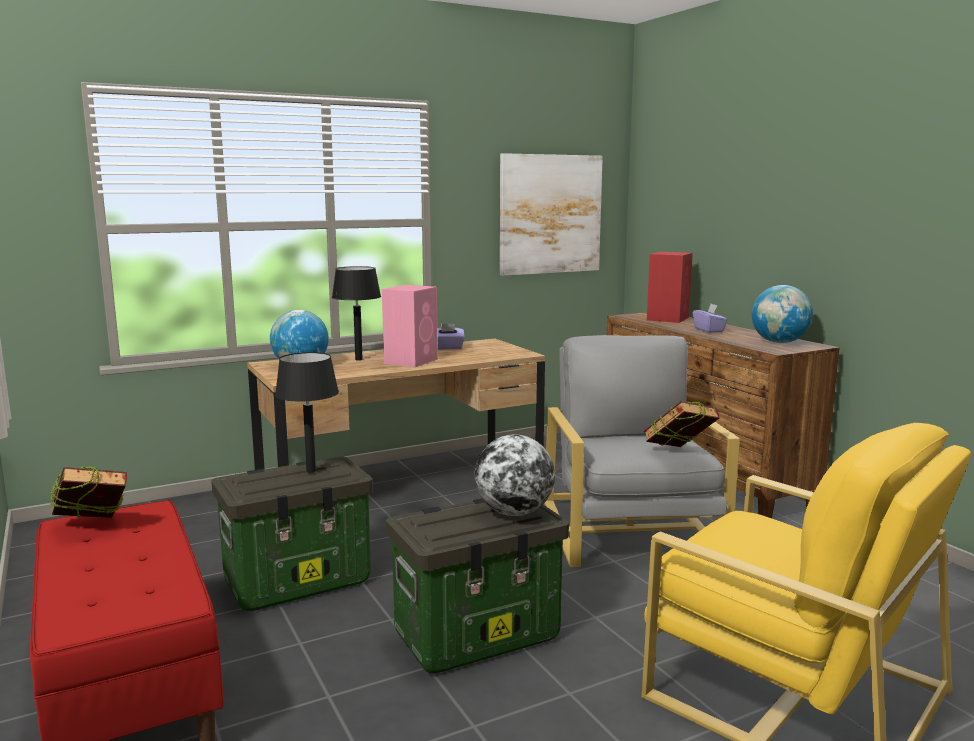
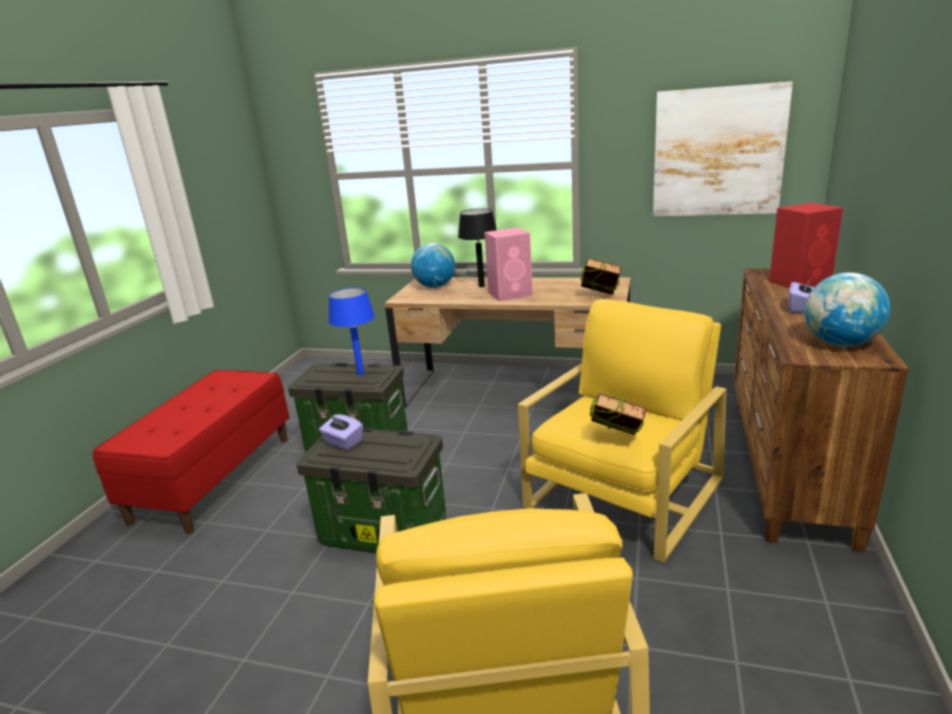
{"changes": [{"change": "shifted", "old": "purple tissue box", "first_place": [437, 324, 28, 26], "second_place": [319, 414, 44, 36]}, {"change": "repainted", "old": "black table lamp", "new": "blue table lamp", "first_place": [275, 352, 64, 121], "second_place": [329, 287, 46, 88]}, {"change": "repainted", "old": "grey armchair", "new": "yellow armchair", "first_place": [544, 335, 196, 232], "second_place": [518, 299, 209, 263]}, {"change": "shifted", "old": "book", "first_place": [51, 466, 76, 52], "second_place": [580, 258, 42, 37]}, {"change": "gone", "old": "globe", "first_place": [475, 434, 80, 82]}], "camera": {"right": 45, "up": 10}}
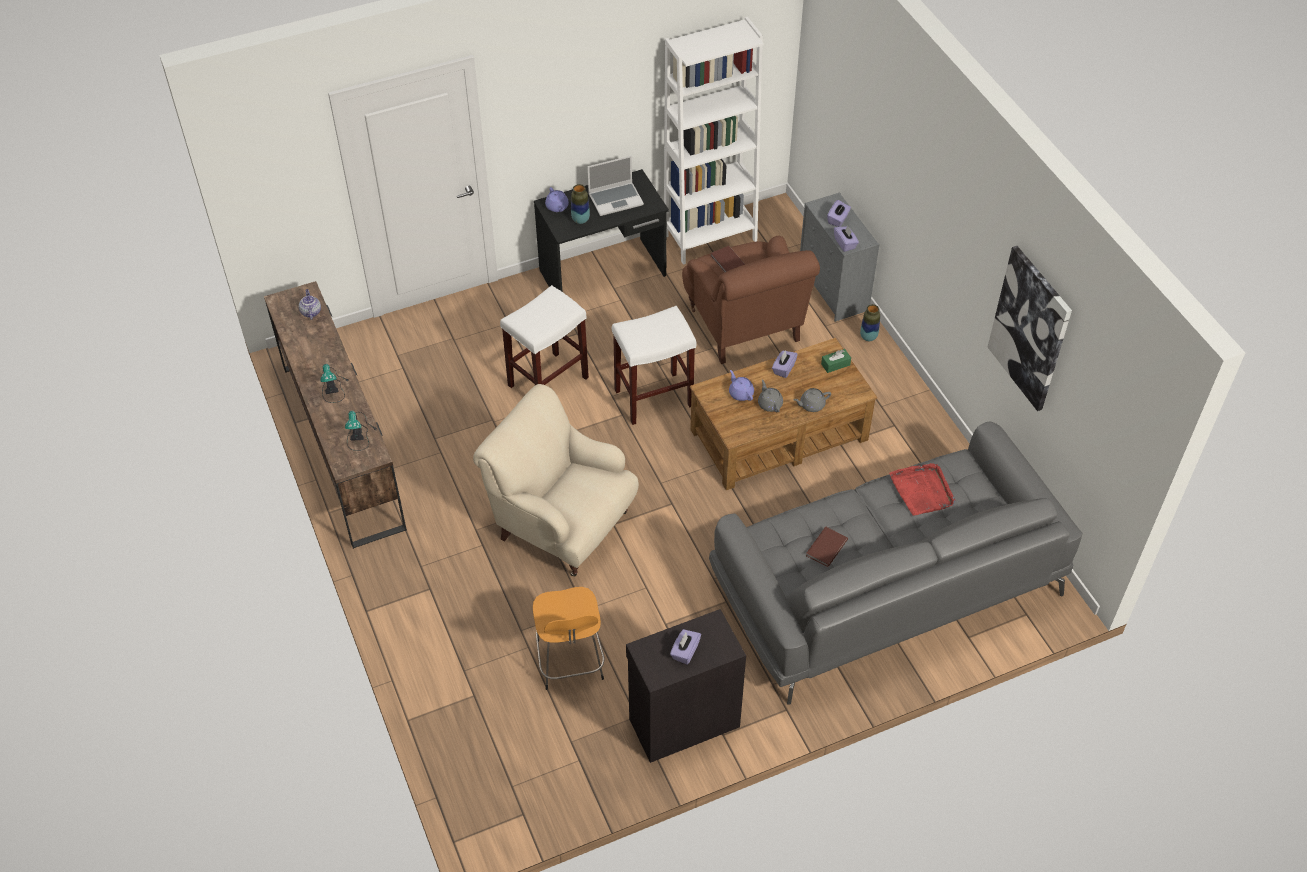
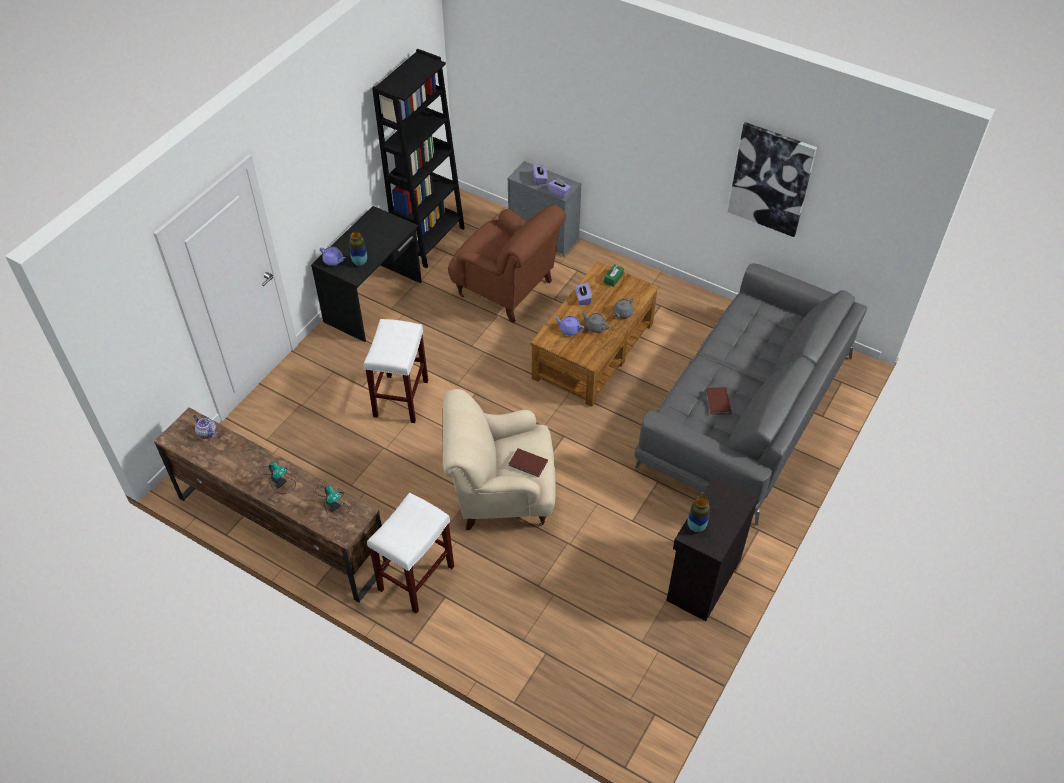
{"changes": [{"change": "shifted", "old": "white stool", "first_place": [612, 306, 84, 119], "second_place": [367, 493, 87, 121]}, {"change": "repainted", "old": "white bookcase", "new": "black bookcase", "first_place": [664, 17, 100, 248], "second_place": [372, 49, 93, 219]}, {"change": "shifted", "old": "brown book", "first_place": [711, 246, 34, 27], "second_place": [509, 448, 39, 29]}, {"change": "shifted", "old": "vase", "first_place": [860, 304, 20, 37], "second_place": [687, 496, 23, 36]}, {"change": "gone", "old": "orange stool", "first_place": [533, 587, 71, 103]}, {"change": "gone", "old": "laptop", "first_place": [587, 156, 57, 60]}, {"change": "gone", "old": "purple tissue box", "first_place": [670, 629, 31, 36]}, {"change": "gone", "old": "red tray", "first_place": [889, 463, 66, 53]}], "camera": {"right": -35, "up": 0}}
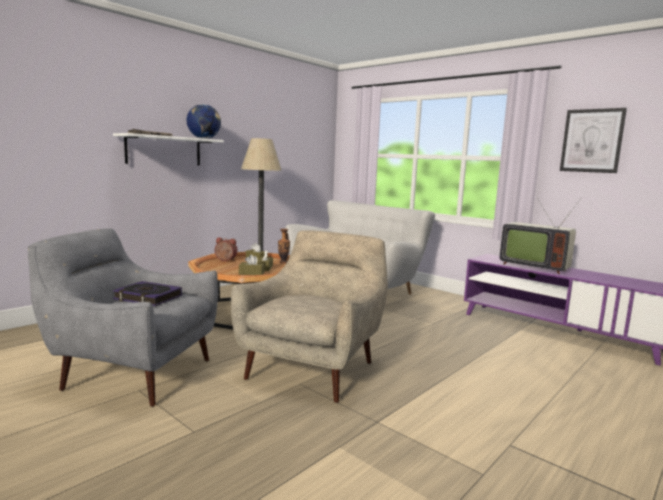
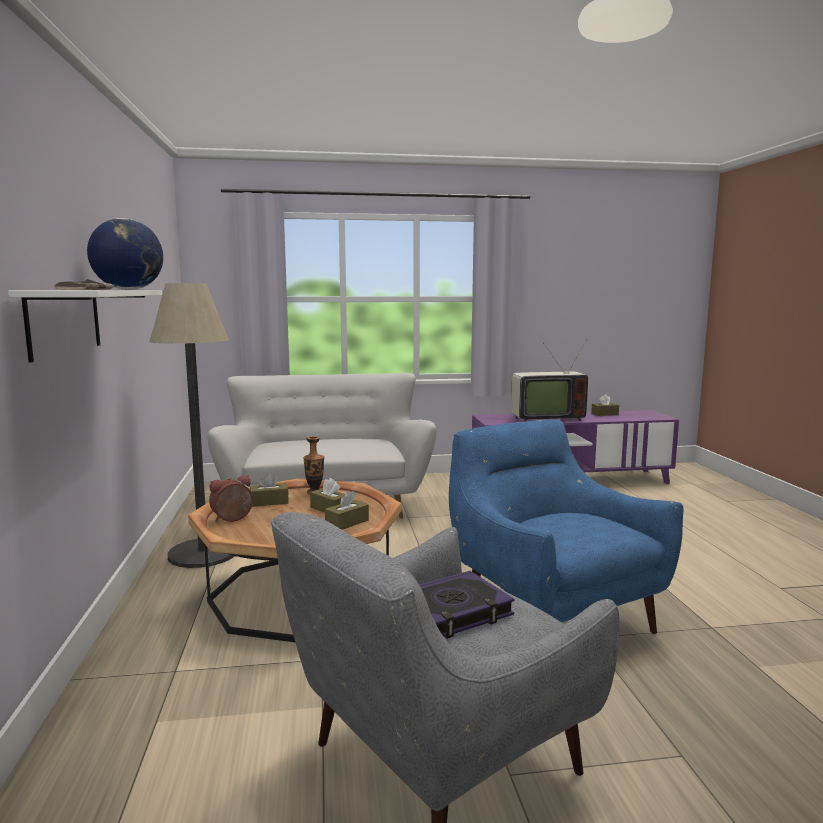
{"changes": [{"change": "repainted", "old": "beige armchair", "new": "blue armchair", "first_place": [231, 230, 157, 173], "second_place": [449, 420, 234, 214]}, {"change": "new", "new": "brown tissue box", "second_place": [591, 394, 28, 22]}, {"change": "gone", "old": "picture", "first_place": [560, 108, 67, 65]}], "camera": {"right": -50, "up": 0}}
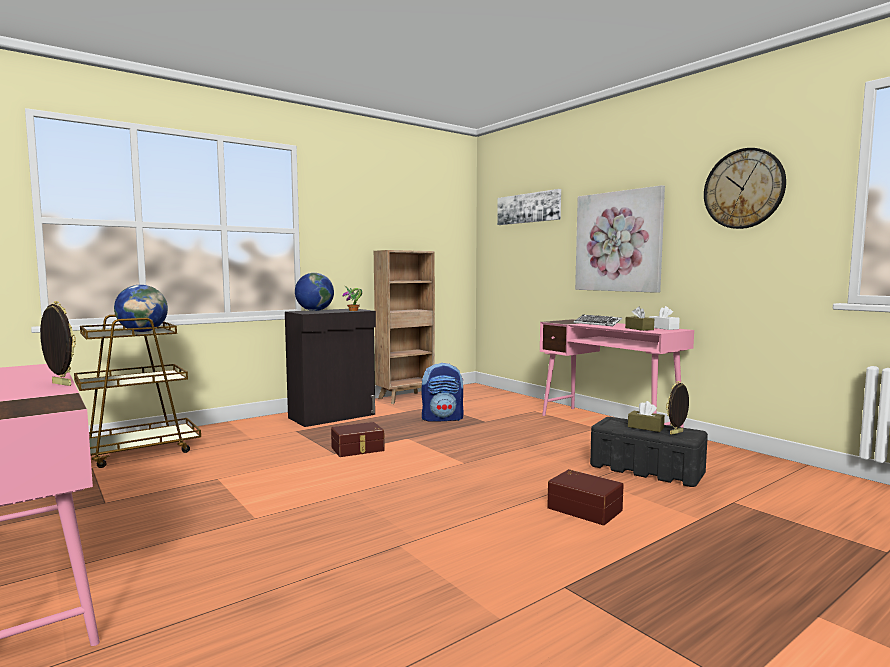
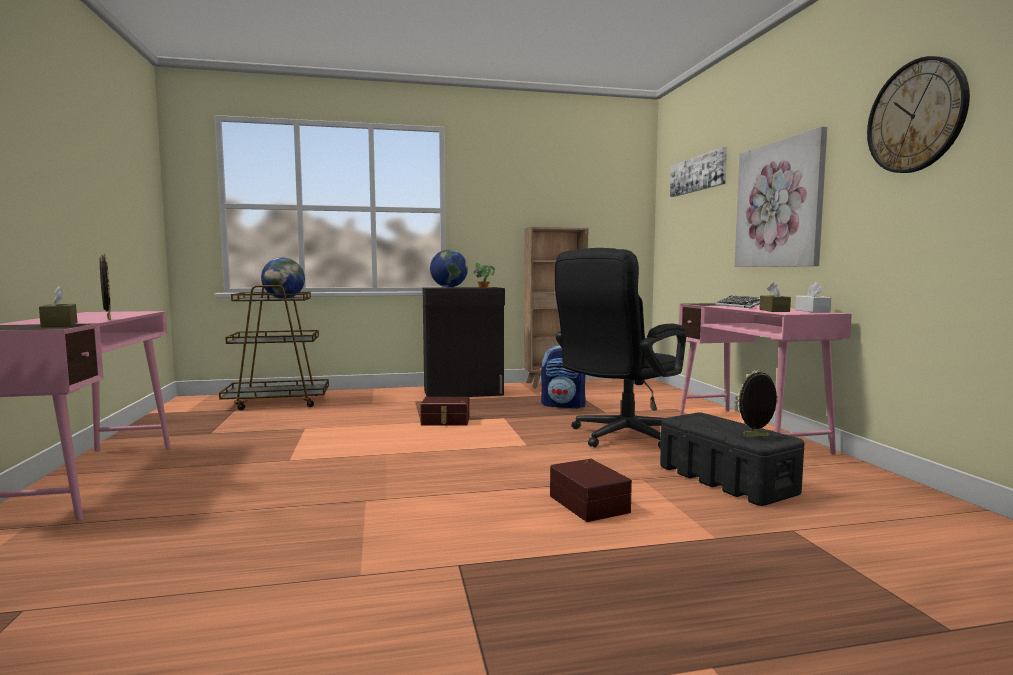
{"changes": [{"change": "shifted", "old": "brown tissue box", "first_place": [628, 401, 37, 31], "second_place": [39, 286, 38, 41]}, {"change": "new", "new": "black office chair", "second_place": [555, 248, 131, 201]}], "camera": {"right": 25, "up": 0}}
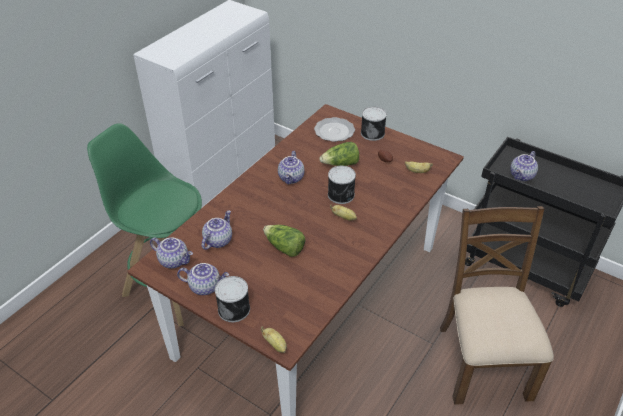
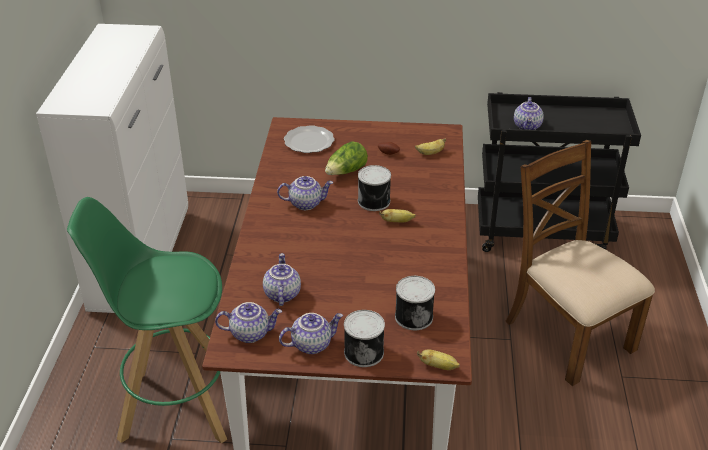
{"changes": [{"change": "rotated", "old": "teapot", "first_place": [278, 151, 26, 34], "second_place": [277, 176, 56, 34], "degrees": -75}, {"change": "shifted", "old": "can", "first_place": [361, 107, 26, 34], "second_place": [395, 276, 40, 54]}, {"change": "gone", "old": "lettuce", "first_place": [263, 225, 42, 32]}], "camera": {"right": -30, "up": -5}}
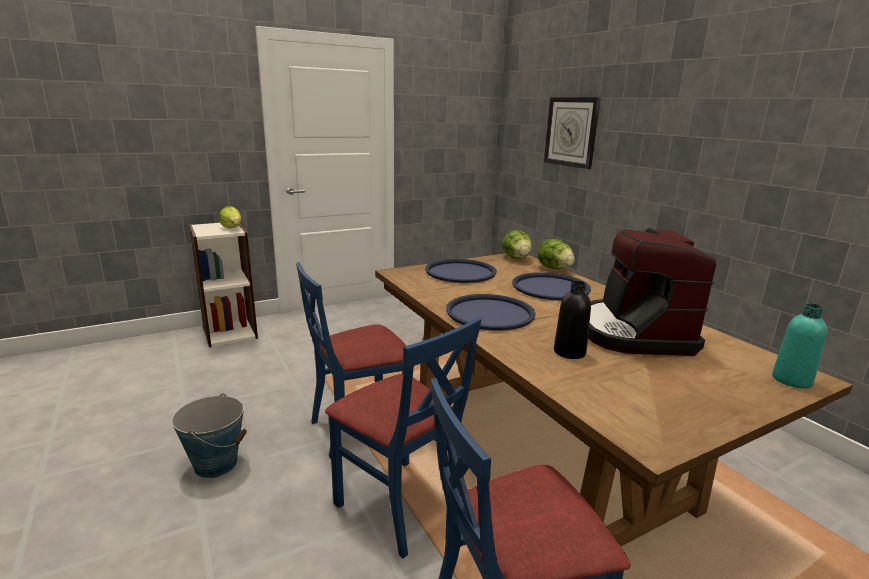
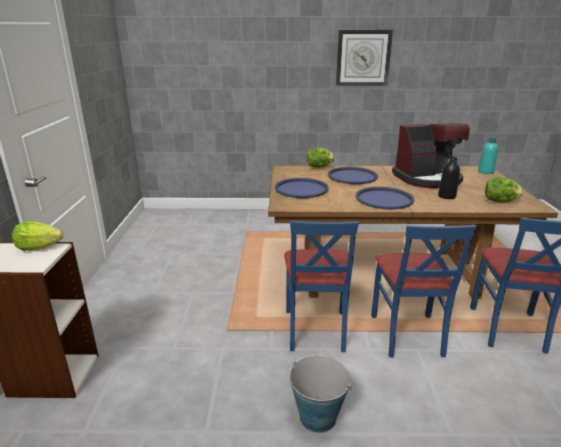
{"changes": [{"change": "shifted", "old": "wall clock", "first_place": [544, 97, 57, 72], "second_place": [336, 30, 57, 56]}, {"change": "rotated", "old": "blue chair", "first_place": [325, 317, 157, 242], "second_place": [371, 225, 106, 133], "degrees": 105}, {"change": "rotated", "old": "coffee machine", "first_place": [588, 228, 128, 128], "second_place": [392, 123, 78, 65], "degrees": -45}, {"change": "shifted", "old": "lettuce", "first_place": [502, 230, 30, 29], "second_place": [485, 177, 38, 25]}], "camera": {"right": -60, "up": 5}}
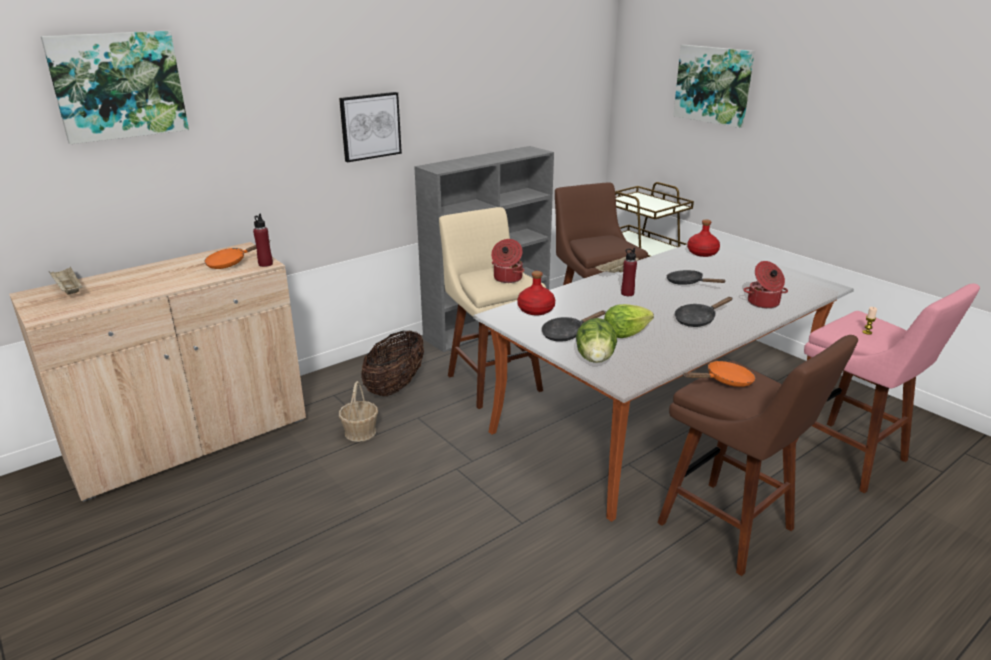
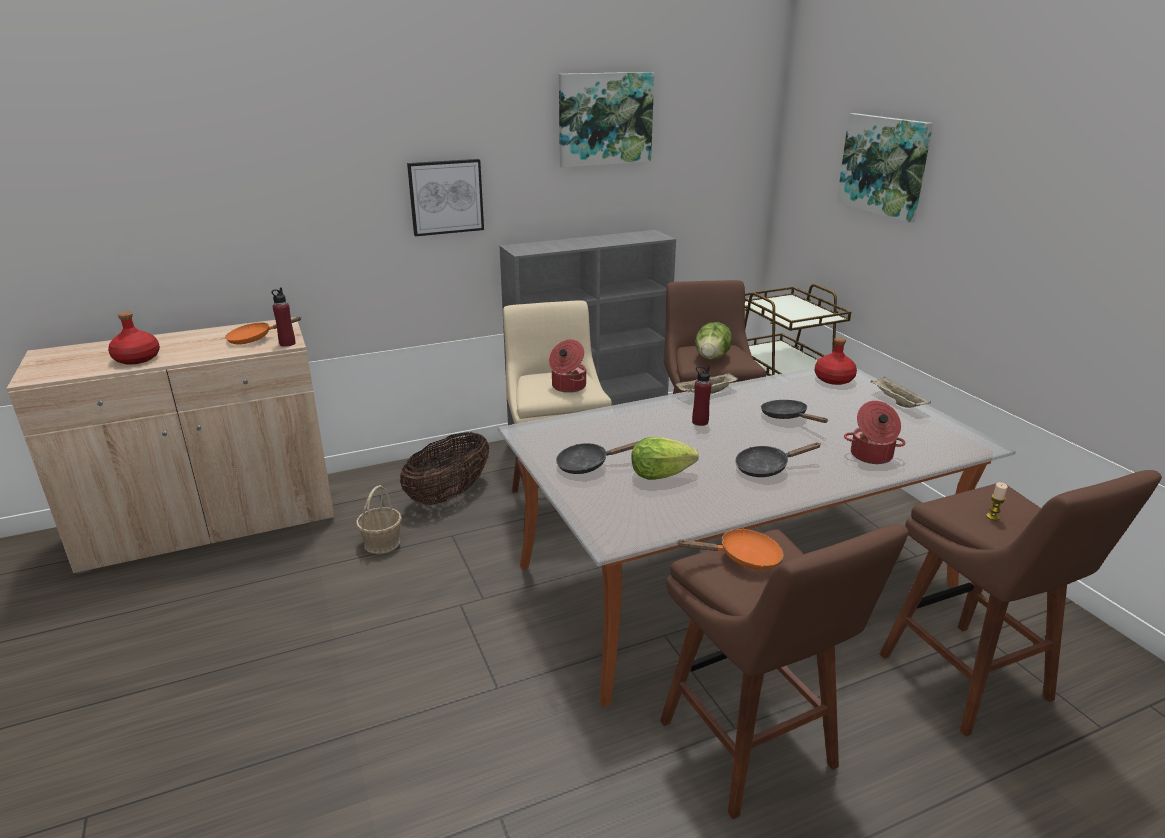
{"changes": [{"change": "shifted", "old": "red bottle", "first_place": [517, 271, 38, 45], "second_place": [108, 311, 52, 54]}, {"change": "shifted", "old": "picture", "first_place": [41, 31, 148, 113], "second_place": [559, 72, 95, 96]}, {"change": "shifted", "old": "lettuce", "first_place": [576, 318, 41, 45], "second_place": [695, 322, 37, 38]}, {"change": "shifted", "old": "beige tray", "first_place": [49, 267, 33, 28], "second_place": [871, 376, 60, 32]}, {"change": "repainted", "old": "pink stool", "new": "brown stool", "first_place": [796, 284, 184, 209], "second_place": [879, 470, 283, 266]}], "camera": {"right": 15, "up": 0}}
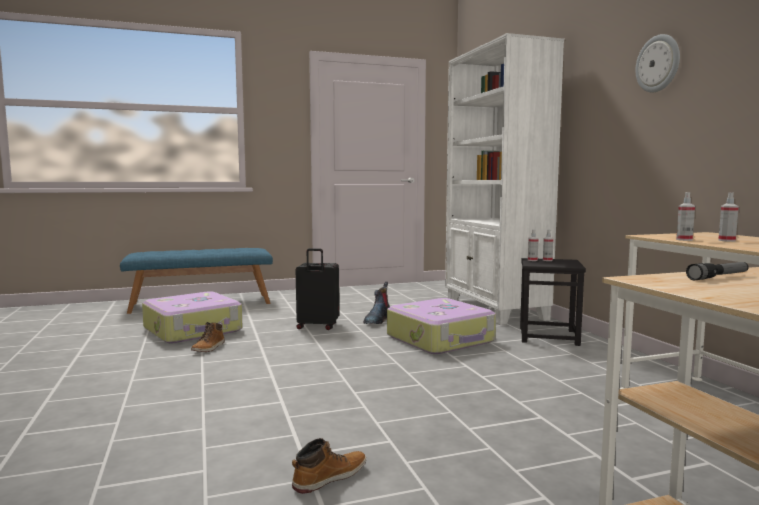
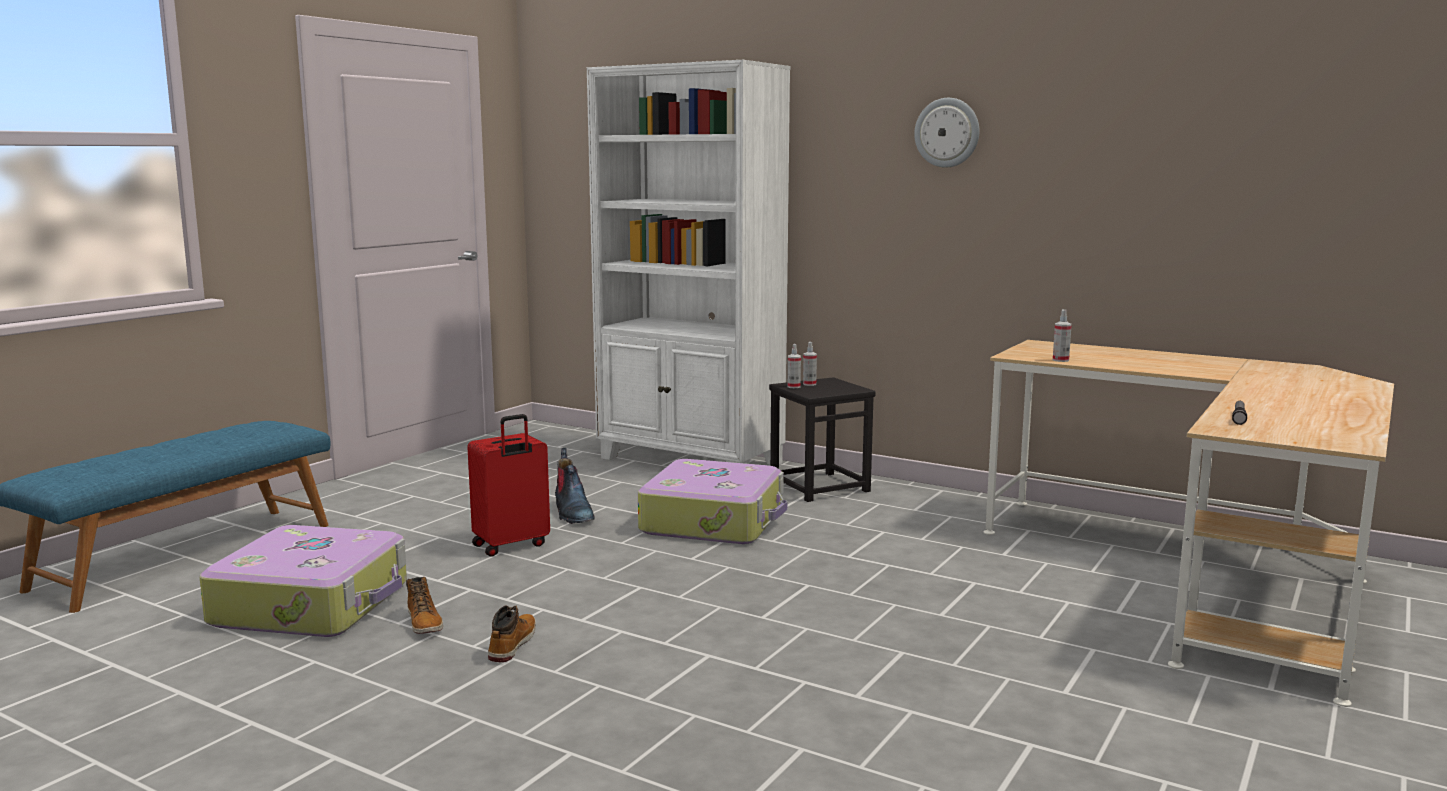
{"changes": [{"change": "repainted", "old": "black suitcase", "new": "red suitcase", "first_place": [296, 248, 43, 82], "second_place": [467, 414, 83, 143]}, {"change": "shifted", "old": "boot", "first_place": [292, 438, 74, 56], "second_place": [488, 606, 48, 56]}, {"change": "gone", "old": "spray bottle", "first_place": [718, 192, 21, 50]}], "camera": {"right": -40, "up": 5}}
